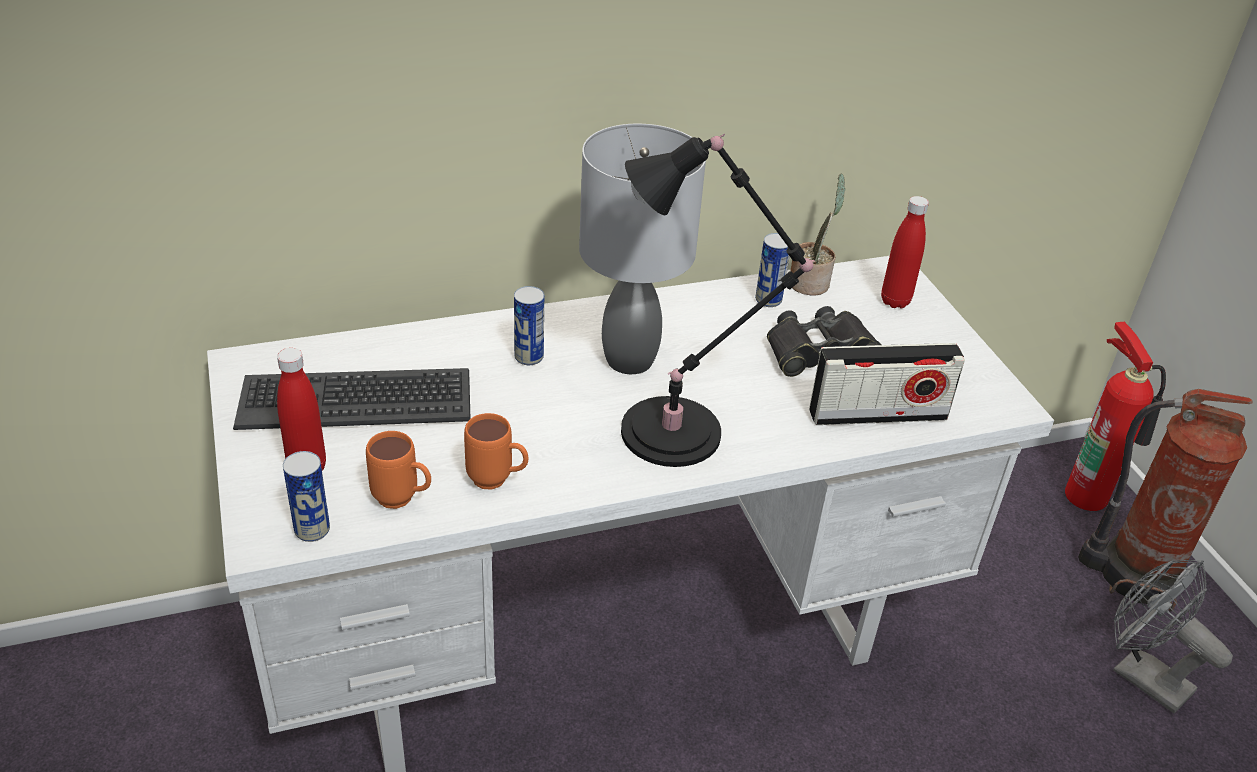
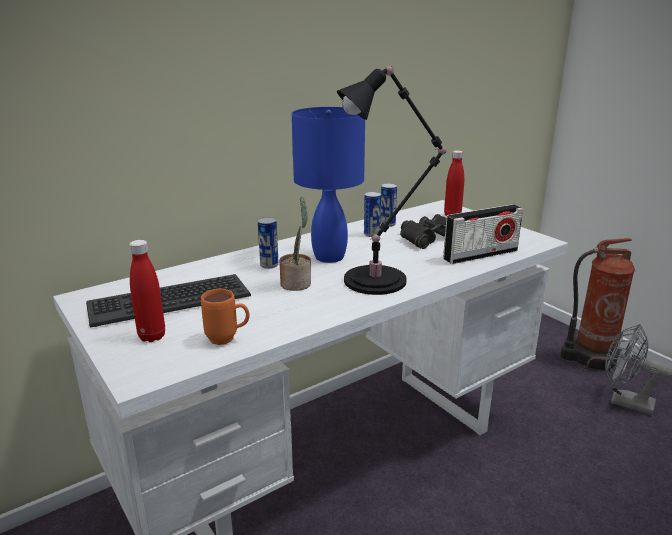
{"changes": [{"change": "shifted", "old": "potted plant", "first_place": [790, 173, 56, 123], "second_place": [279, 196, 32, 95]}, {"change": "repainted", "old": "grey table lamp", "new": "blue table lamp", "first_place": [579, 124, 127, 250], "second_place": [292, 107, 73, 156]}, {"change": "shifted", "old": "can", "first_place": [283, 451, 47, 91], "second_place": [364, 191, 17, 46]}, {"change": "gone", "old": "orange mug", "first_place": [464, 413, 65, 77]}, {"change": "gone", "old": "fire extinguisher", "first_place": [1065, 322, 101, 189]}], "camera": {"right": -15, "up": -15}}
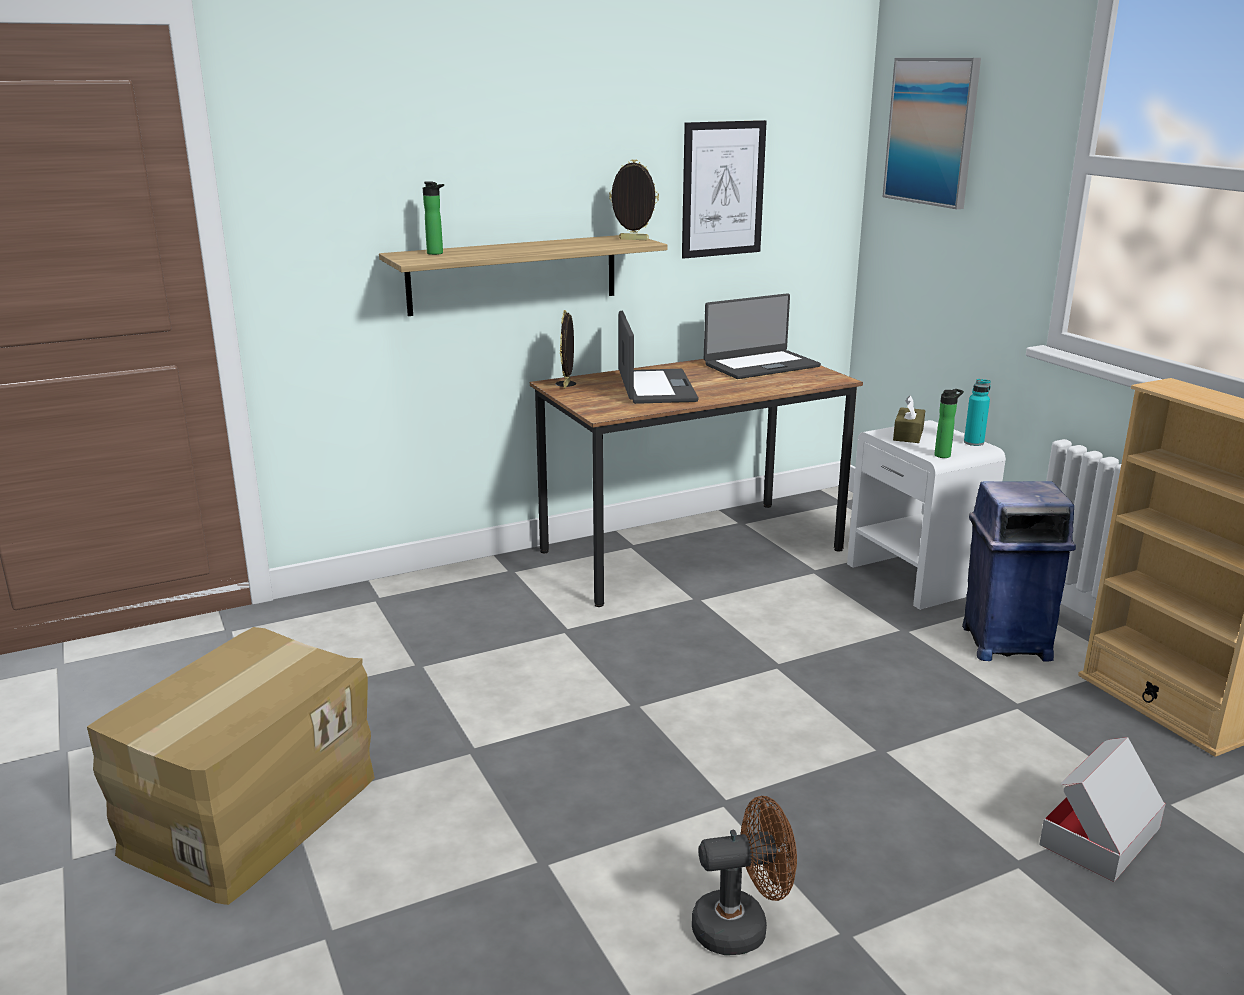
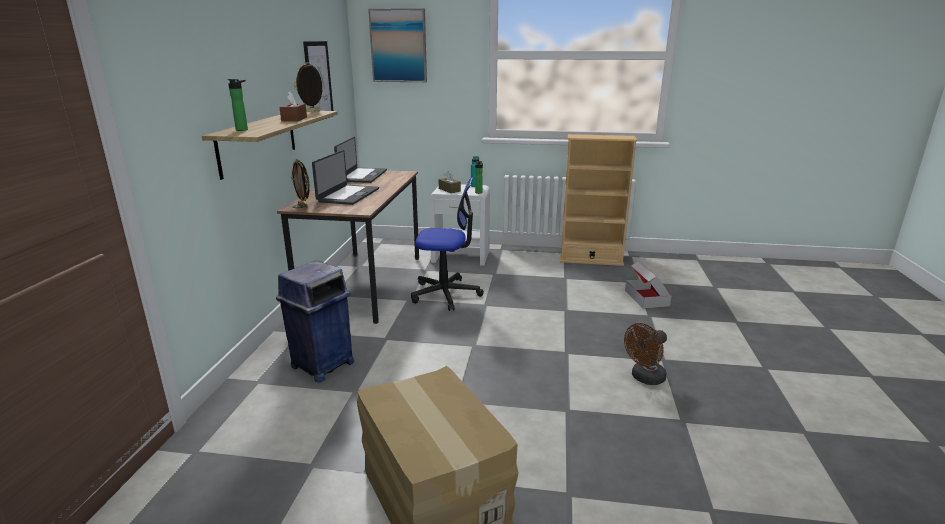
{"changes": [{"change": "shifted", "old": "blue trash can", "first_place": [962, 481, 114, 181], "second_place": [276, 260, 78, 122]}, {"change": "new", "new": "brown tissue box", "second_place": [279, 91, 28, 31]}, {"change": "rotated", "old": "laptop", "first_place": [619, 310, 80, 94], "second_place": [312, 150, 67, 55], "degrees": 75}, {"change": "new", "new": "office chair", "second_place": [411, 177, 73, 134]}, {"change": "rotated", "old": "brown fan", "first_place": [692, 796, 105, 159], "second_place": [624, 323, 43, 62], "degrees": -150}], "camera": {"right": -55, "up": 0}}
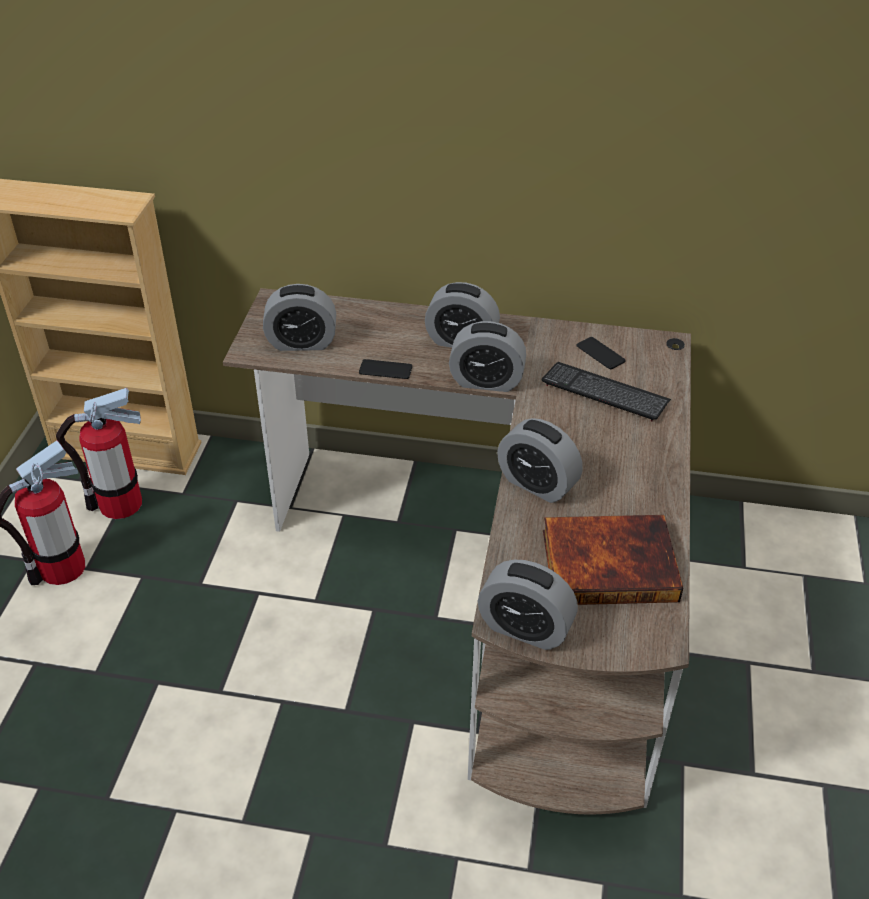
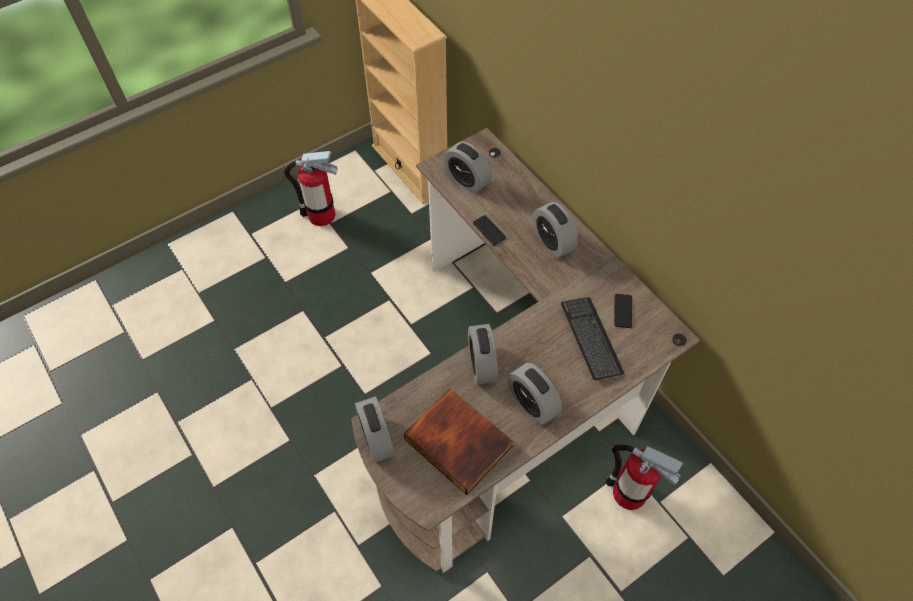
{"changes": [{"change": "shifted", "old": "alarm clock", "first_place": [449, 321, 77, 71], "second_place": [508, 363, 54, 62]}, {"change": "shifted", "old": "fire extinguisher", "first_place": [56, 388, 86, 131], "second_place": [605, 444, 78, 66]}], "camera": {"right": 45, "up": 15}}
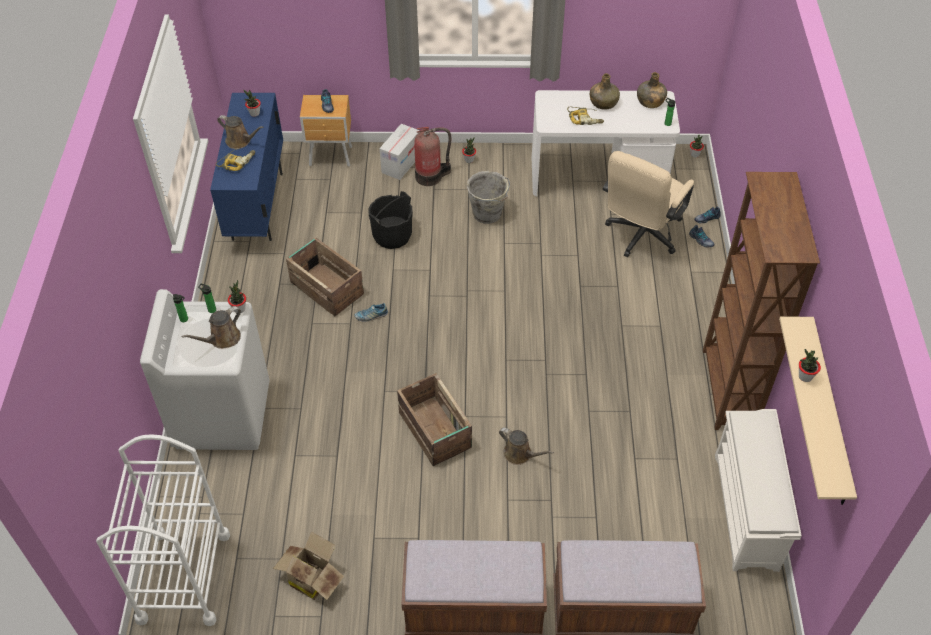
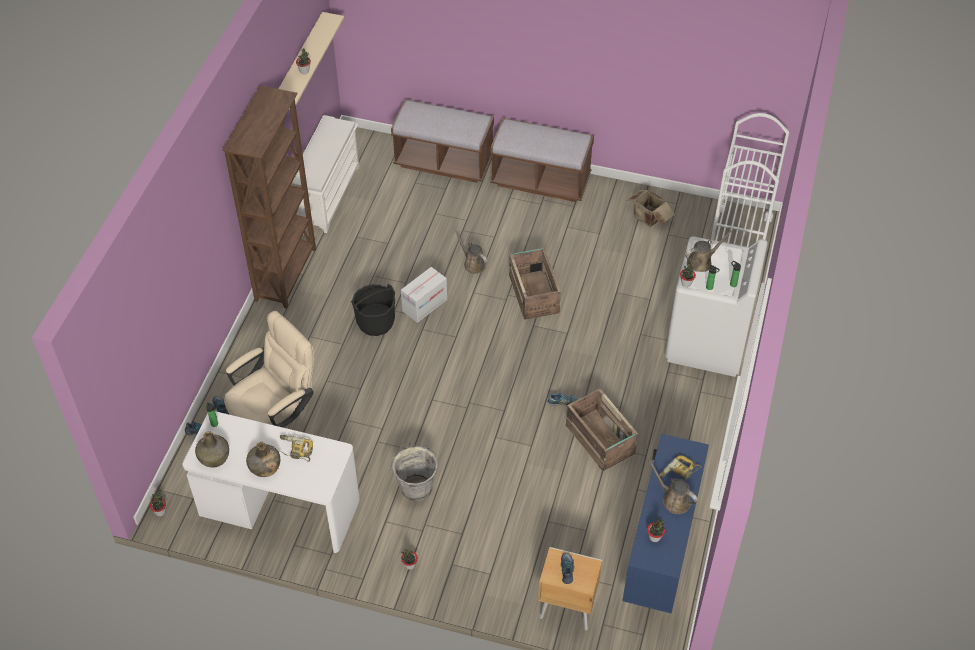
{"changes": [{"change": "shifted", "old": "black bucket", "first_place": [368, 191, 45, 58], "second_place": [351, 284, 44, 52]}, {"change": "shifted", "old": "cardboard box", "first_place": [380, 124, 40, 56], "second_place": [401, 267, 46, 56]}, {"change": "gone", "old": "fire extinguisher", "first_place": [414, 127, 37, 59]}], "camera": {"right": -165, "up": 0}}
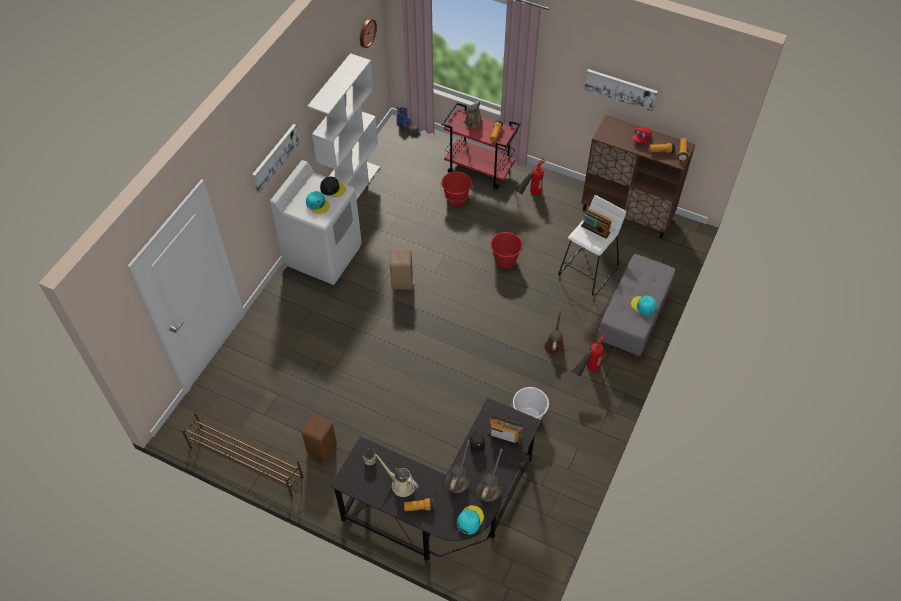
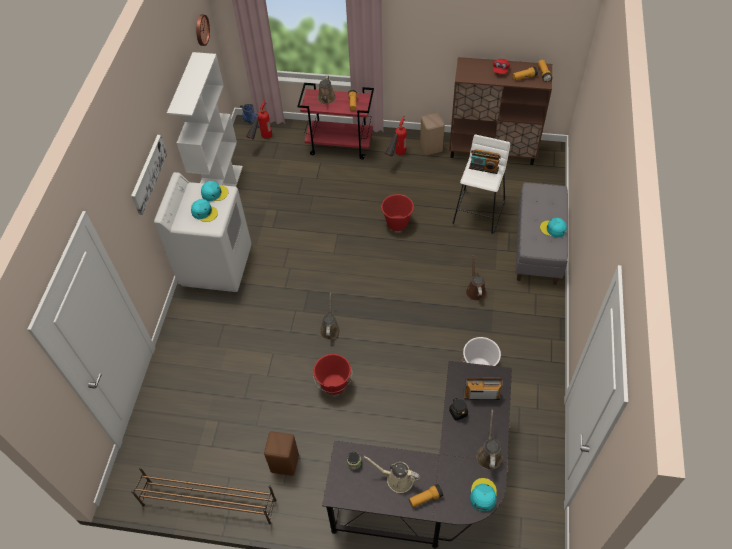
{"changes": [{"change": "repainted", "old": "black cap", "new": "turquoise cap", "first_place": [320, 176, 26, 21], "second_place": [201, 181, 28, 20]}, {"change": "shifted", "old": "fire extinguisher", "first_place": [572, 334, 33, 43], "second_place": [246, 99, 26, 41]}, {"change": "shifted", "old": "red bucket", "first_place": [440, 171, 33, 36], "second_place": [313, 354, 39, 41]}, {"change": "shifted", "old": "brown watering can", "first_place": [445, 440, 25, 53], "second_place": [320, 293, 20, 47]}, {"change": "shifted", "old": "beige stool", "first_place": [390, 249, 23, 40], "second_place": [420, 113, 25, 42]}, {"change": "gone", "old": "picture", "first_place": [584, 69, 74, 43]}], "camera": {"right": -15, "up": 0}}
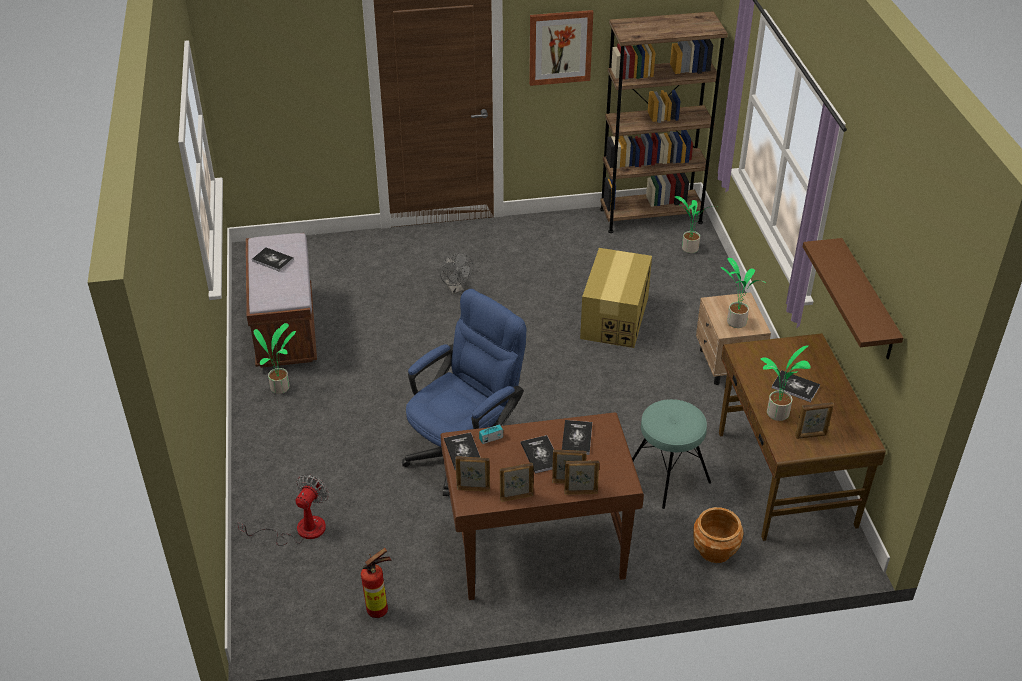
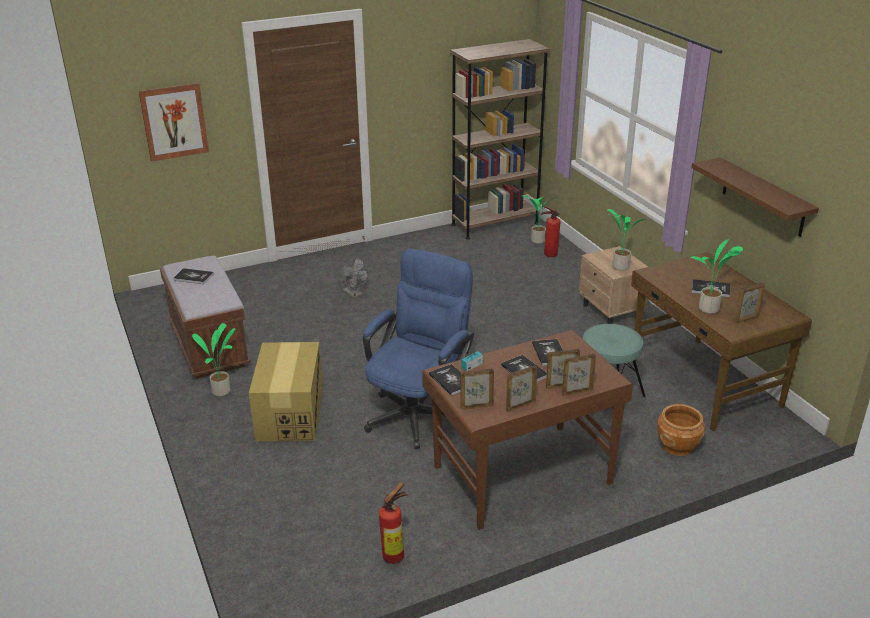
{"changes": [{"change": "shifted", "old": "picture", "first_place": [529, 10, 64, 76], "second_place": [138, 83, 71, 78]}, {"change": "shifted", "old": "cardboard box", "first_place": [580, 248, 72, 100], "second_place": [249, 342, 74, 99]}, {"change": "new", "new": "fire extinguisher", "second_place": [541, 205, 20, 52]}, {"change": "gone", "old": "fan", "first_place": [237, 475, 92, 71]}], "camera": {"right": -15, "up": -10}}
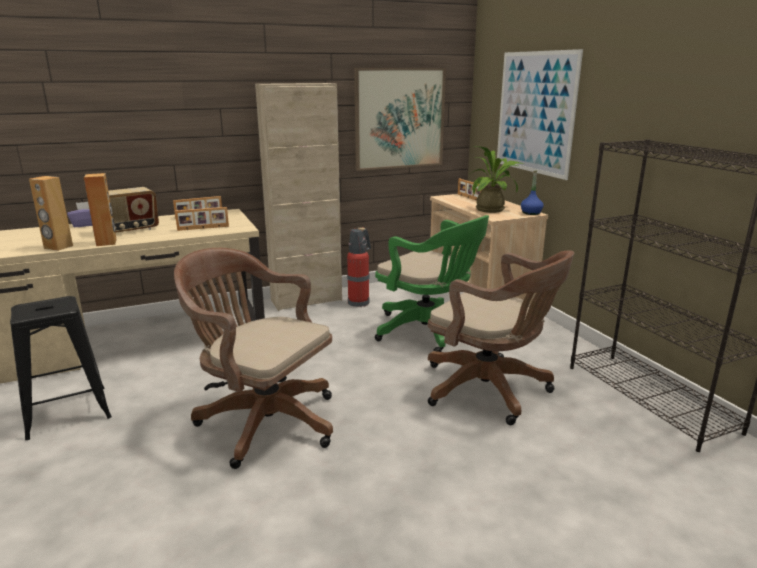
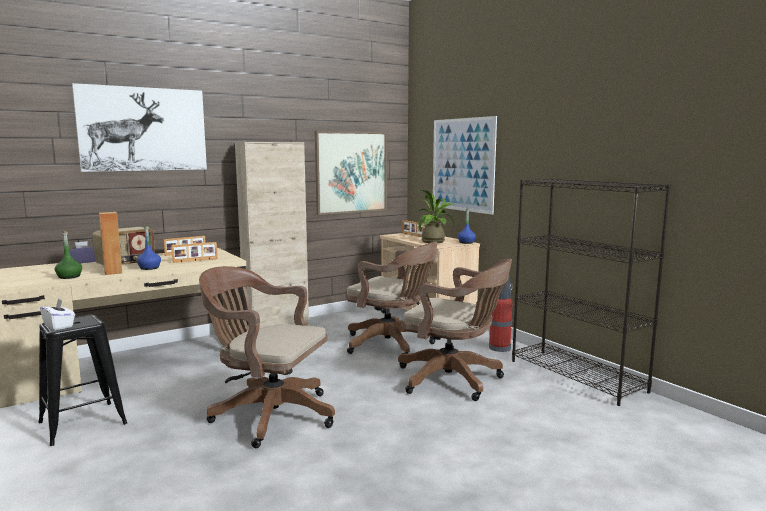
{"changes": [{"change": "new", "new": "white tissue box", "second_place": [40, 298, 35, 32]}, {"change": "swapped", "old": "brown speaker", "new": "green bottle", "first_place": [29, 176, 44, 75], "second_place": [55, 231, 27, 48]}, {"change": "new", "new": "picture", "second_place": [72, 83, 135, 89]}, {"change": "new", "new": "blue bottle", "second_place": [137, 225, 24, 45]}, {"change": "repainted", "old": "green office chair", "new": "brown office chair", "first_place": [375, 215, 114, 137], "second_place": [345, 242, 92, 113]}, {"change": "shifted", "old": "fire extinguisher", "first_place": [347, 228, 24, 79], "second_place": [489, 276, 24, 76]}], "camera": {"right": -10, "up": -10}}
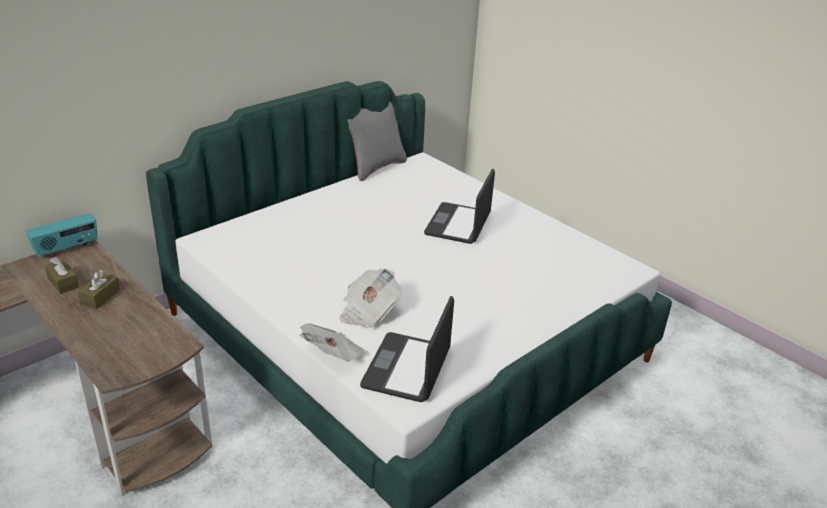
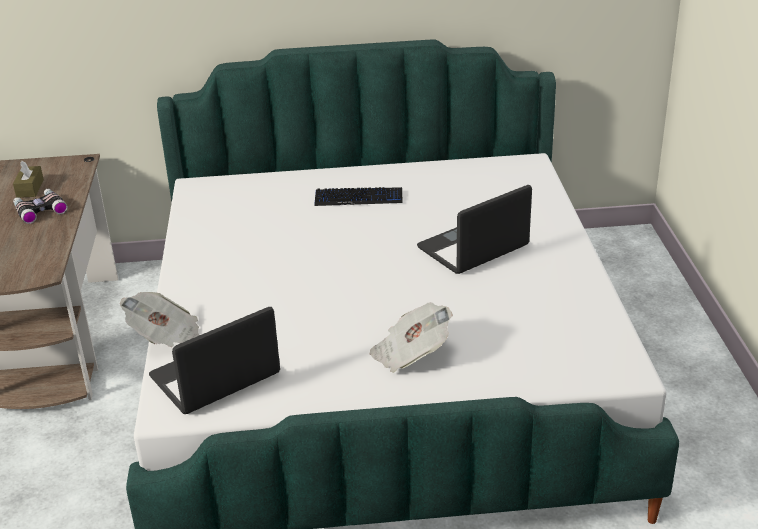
{"changes": [{"change": "swapped", "old": "brown tissue box", "new": "binoculars", "first_place": [78, 270, 42, 39], "second_place": [13, 189, 55, 35]}, {"change": "new", "new": "keyboard", "second_place": [314, 187, 89, 19]}, {"change": "shifted", "old": "newspaper", "first_place": [339, 269, 63, 59], "second_place": [370, 302, 83, 71]}, {"change": "gone", "old": "radio", "first_place": [26, 213, 71, 45]}, {"change": "gone", "old": "grey pillow", "first_place": [347, 102, 60, 79]}], "camera": {"right": 40, "up": 0}}
